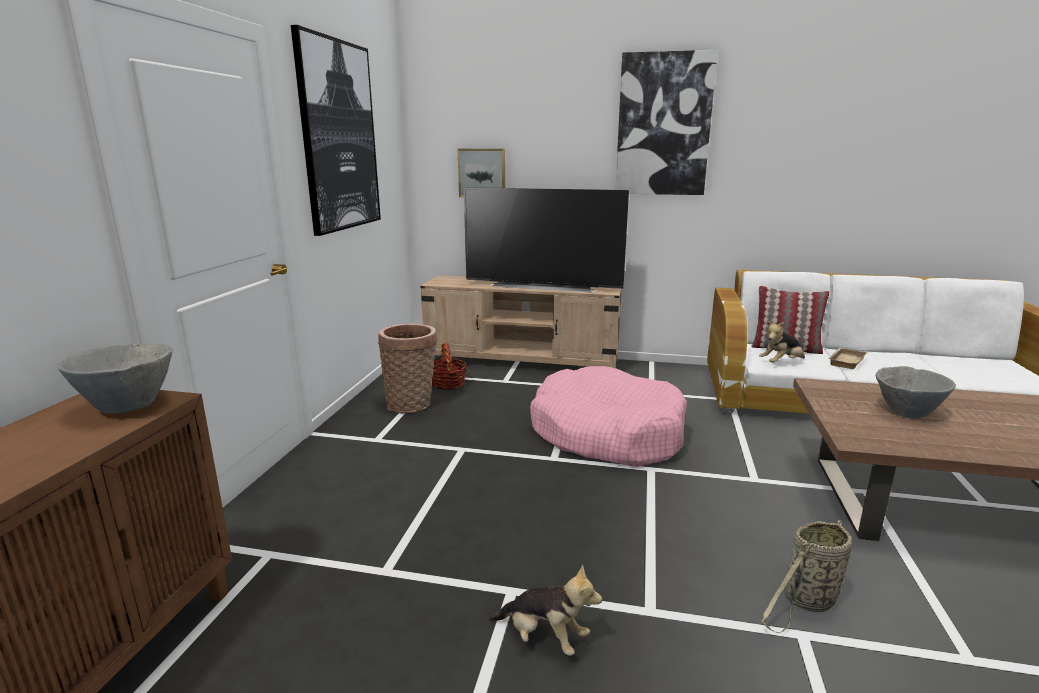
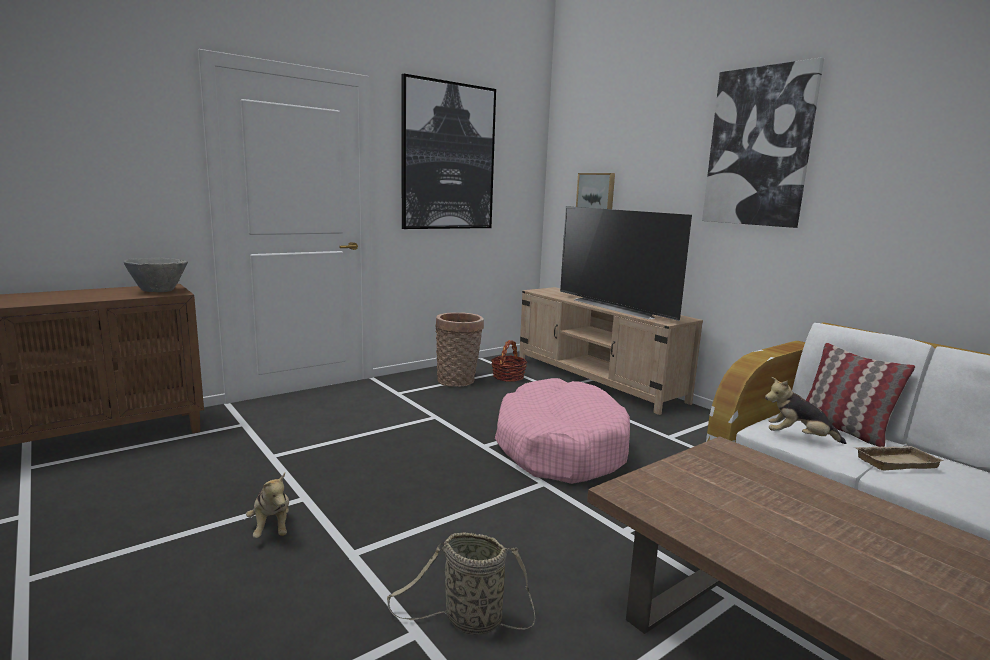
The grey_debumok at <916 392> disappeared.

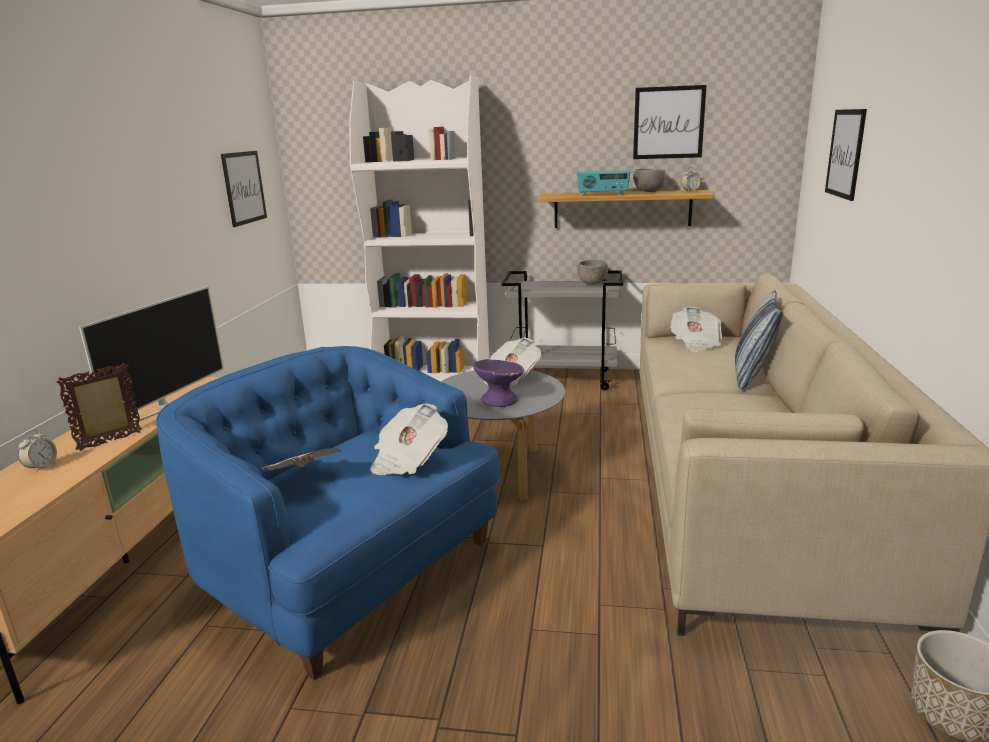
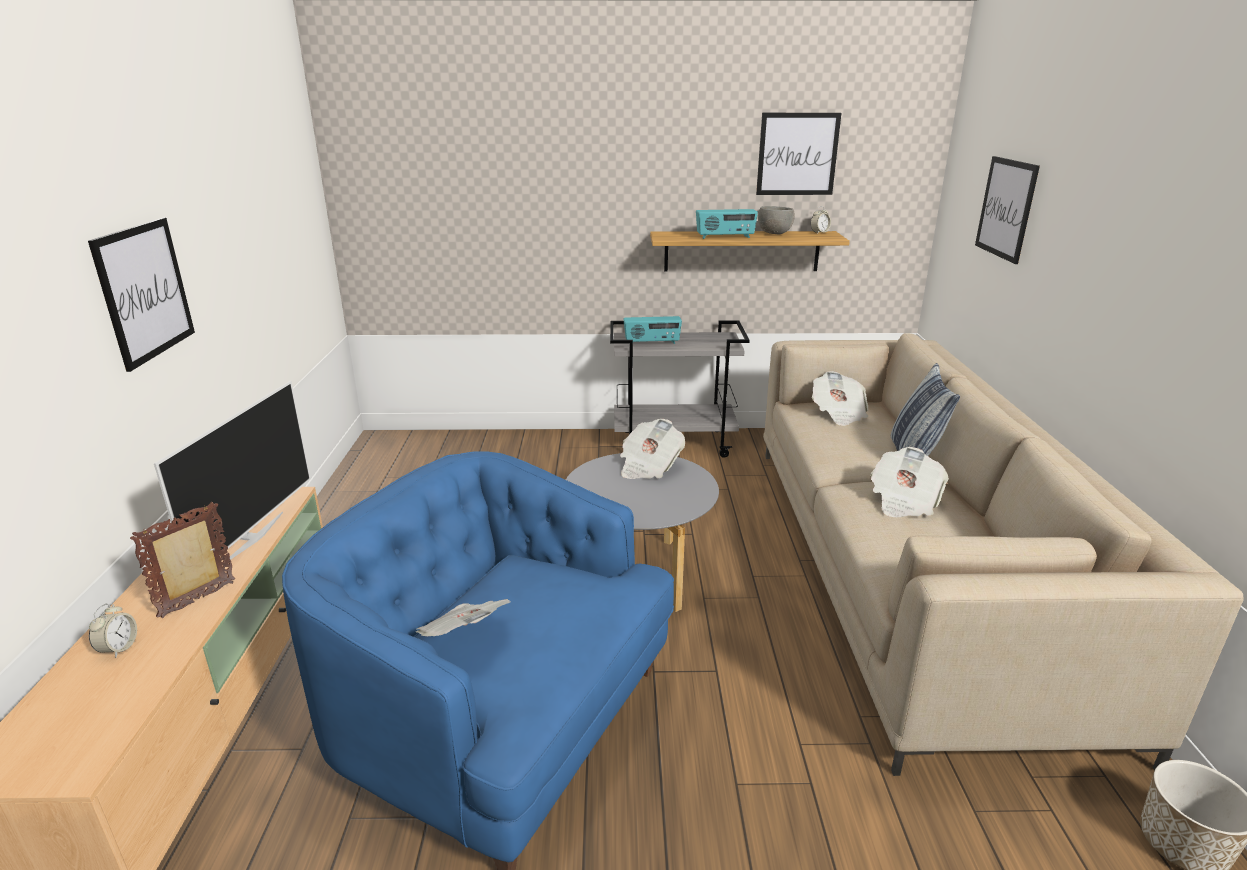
The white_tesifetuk at <419 228> disappeared.
The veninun moved from <244 189> to <141 295>.
The grey_debumok at <592 272> disappeared.
The purple_debumok at <498 383> disappeared.
The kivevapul moved from <409 439> to <909 482>.
The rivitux at <652 330> appeared.

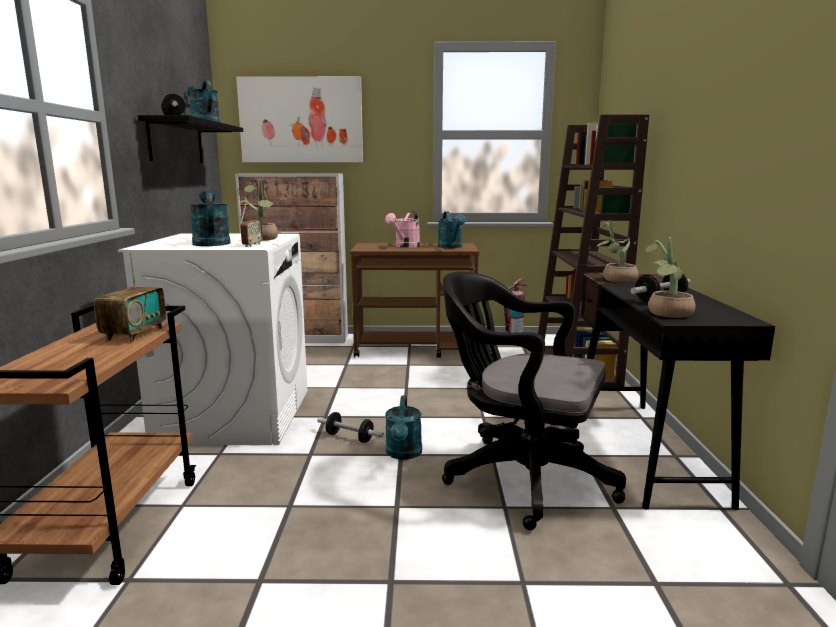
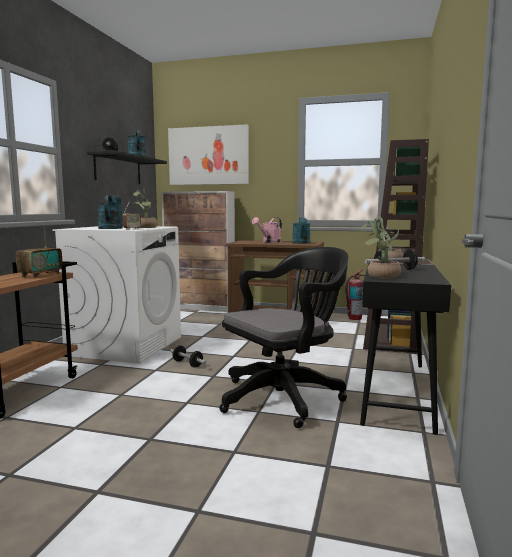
The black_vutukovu at <534 400> turned 105 degrees clockwise.
The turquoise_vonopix at <403 428> disappeared.

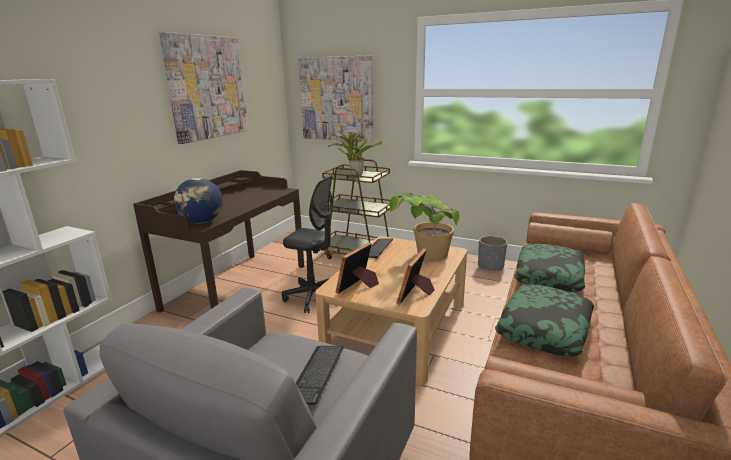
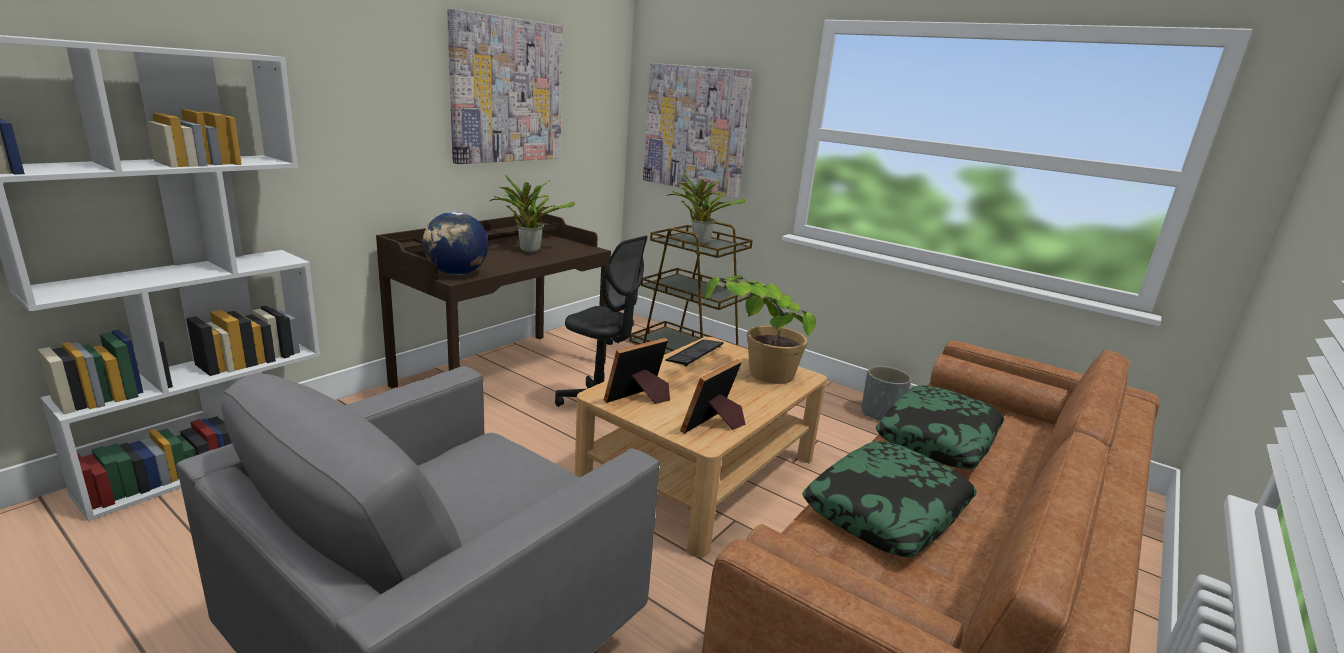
The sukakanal at <319 376> disappeared.
The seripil at <532 213> appeared.

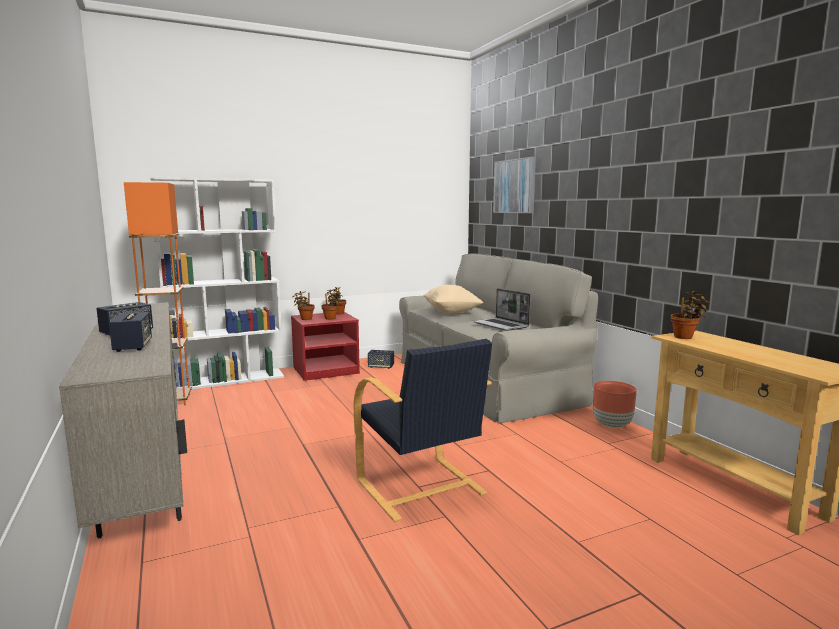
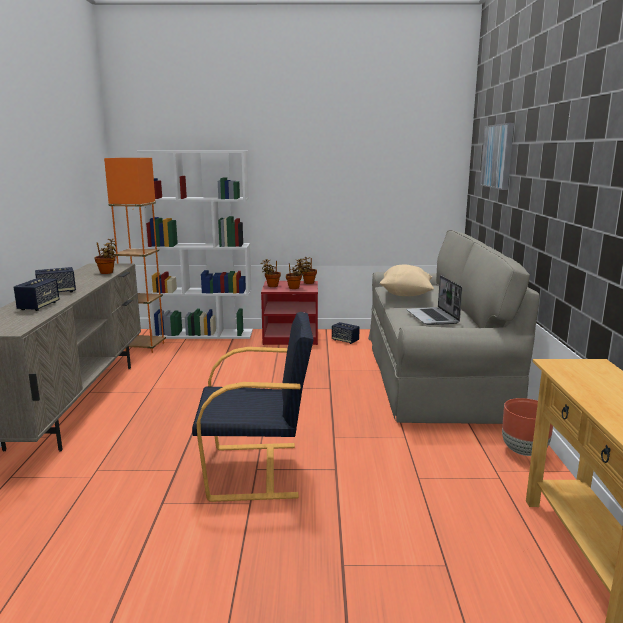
The seripil moved from <690 315> to <105 256>.
The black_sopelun at <422 430> turned 90 degrees counterclockwise.

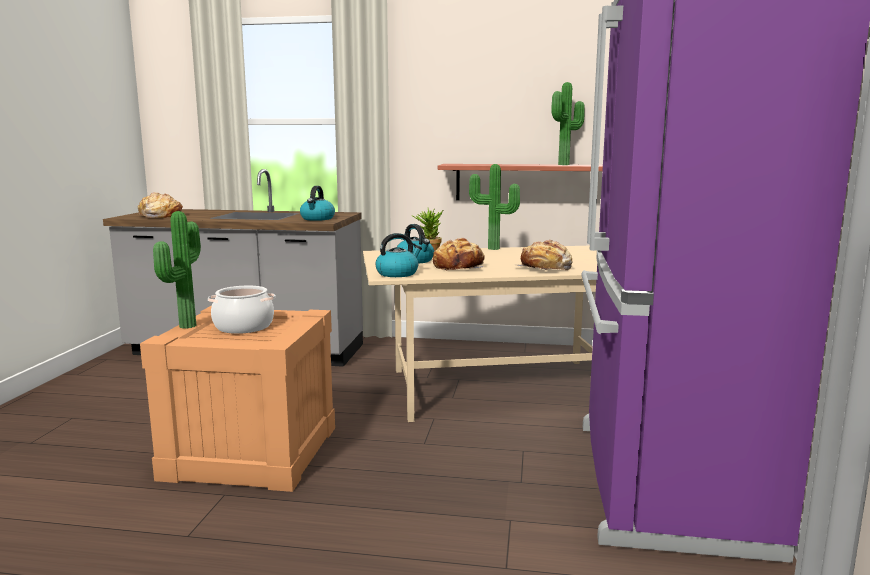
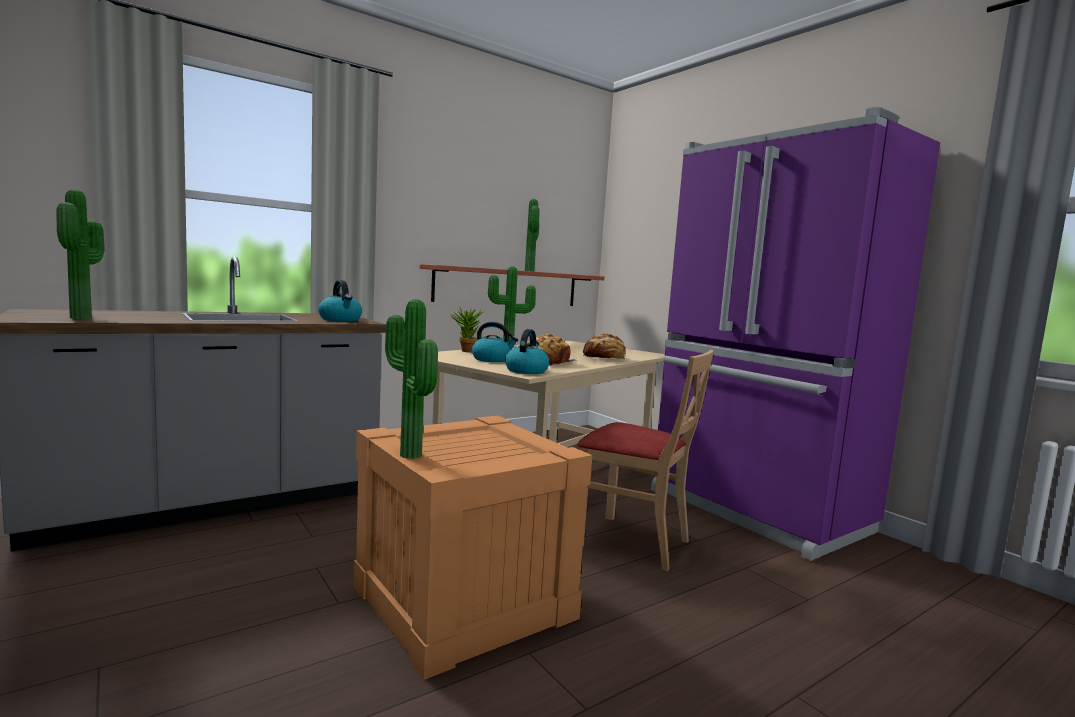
The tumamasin at <160 205> was replaced by the seripil at <80 254>.
The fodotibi at <242 310> disappeared.
The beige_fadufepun at <645 460> appeared.

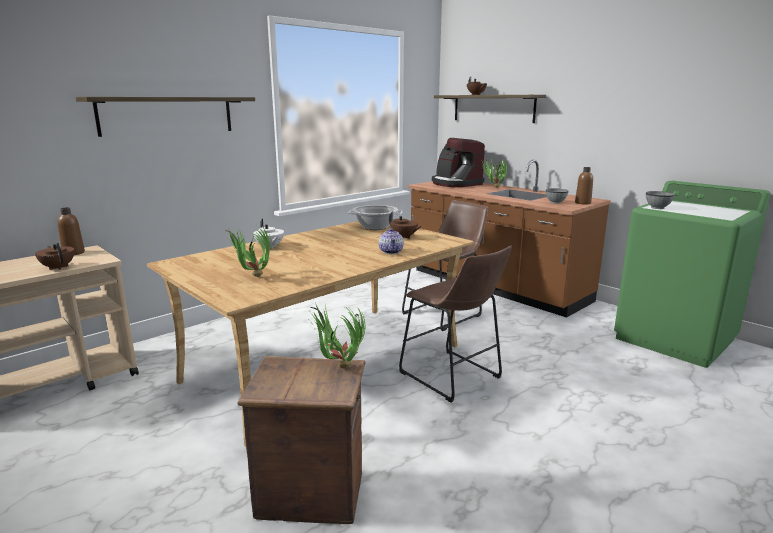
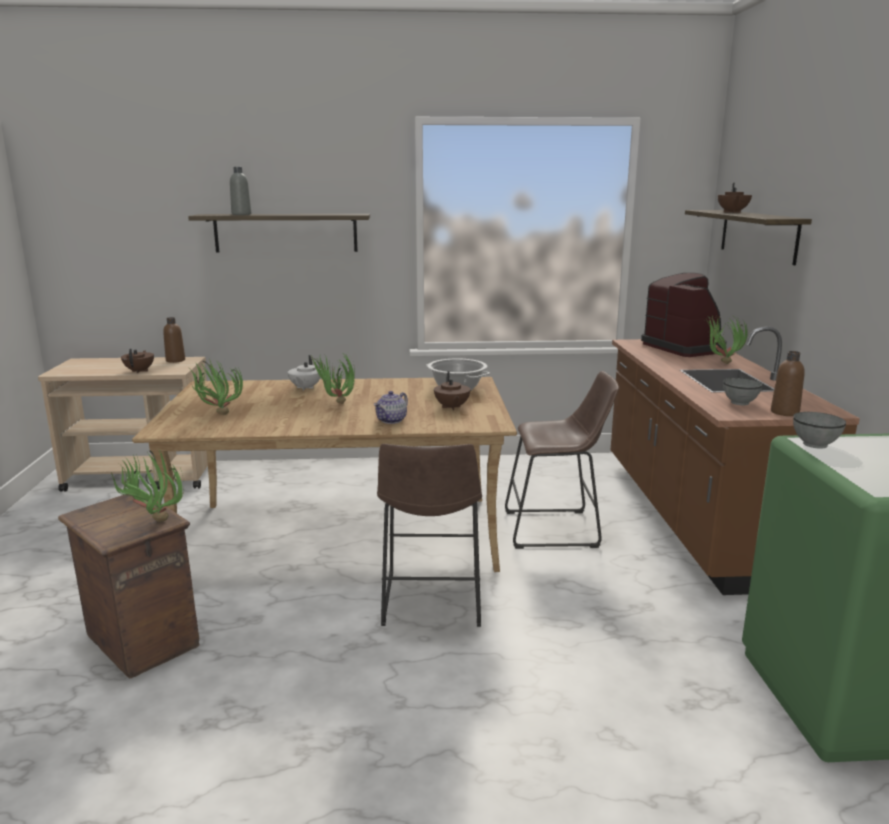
The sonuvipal at <458 162> turned 150 degrees clockwise.
The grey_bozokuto at <240 191> appeared.
The seripil at <332 379> appeared.

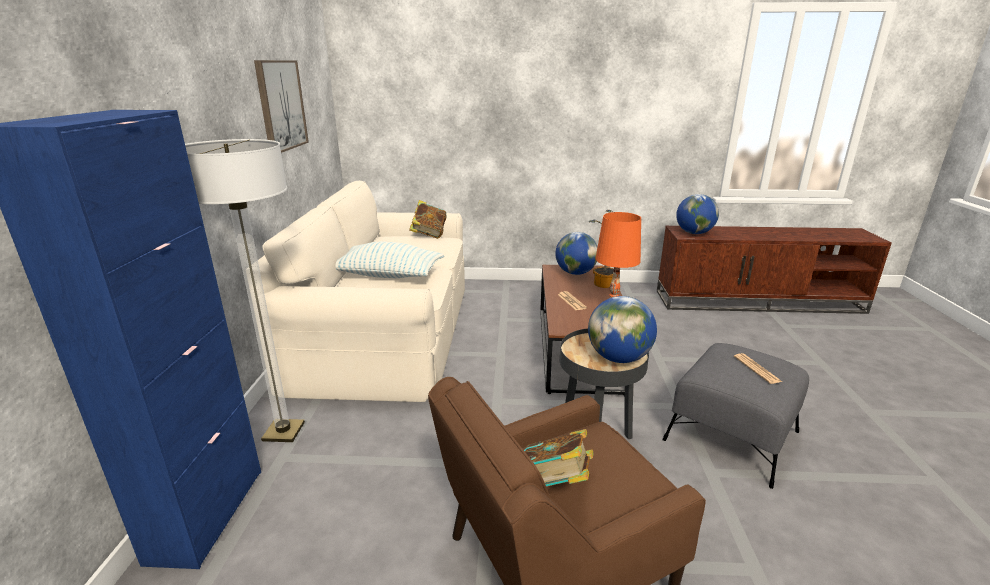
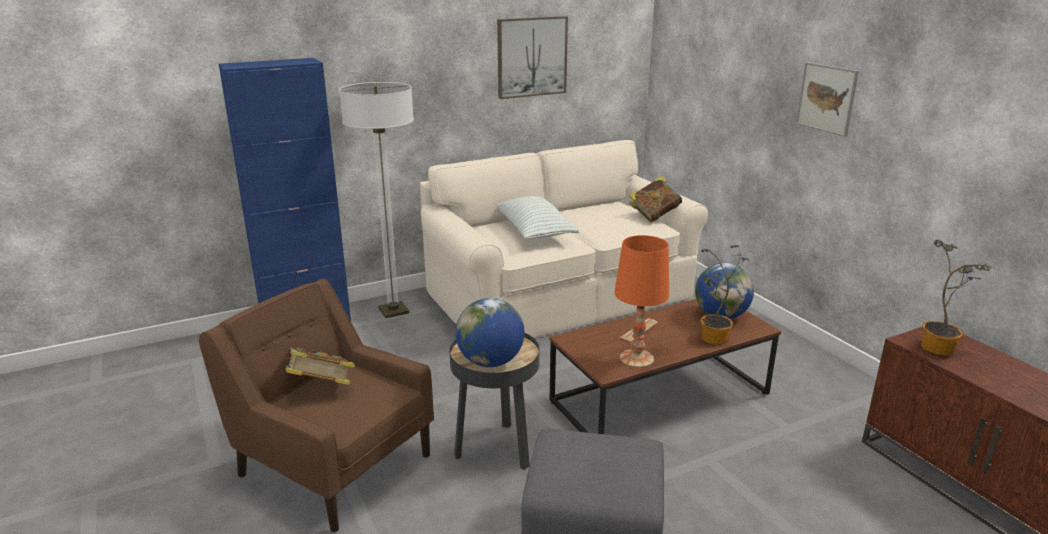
The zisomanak at <697 214> was replaced by the seripil at <956 298>.
The kivevapul at <758 368> disappeared.
The veninun at <827 99> appeared.

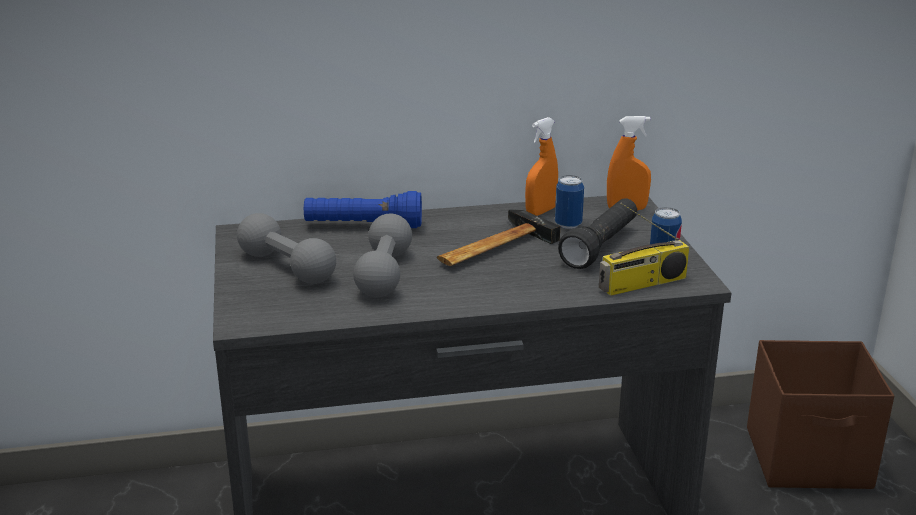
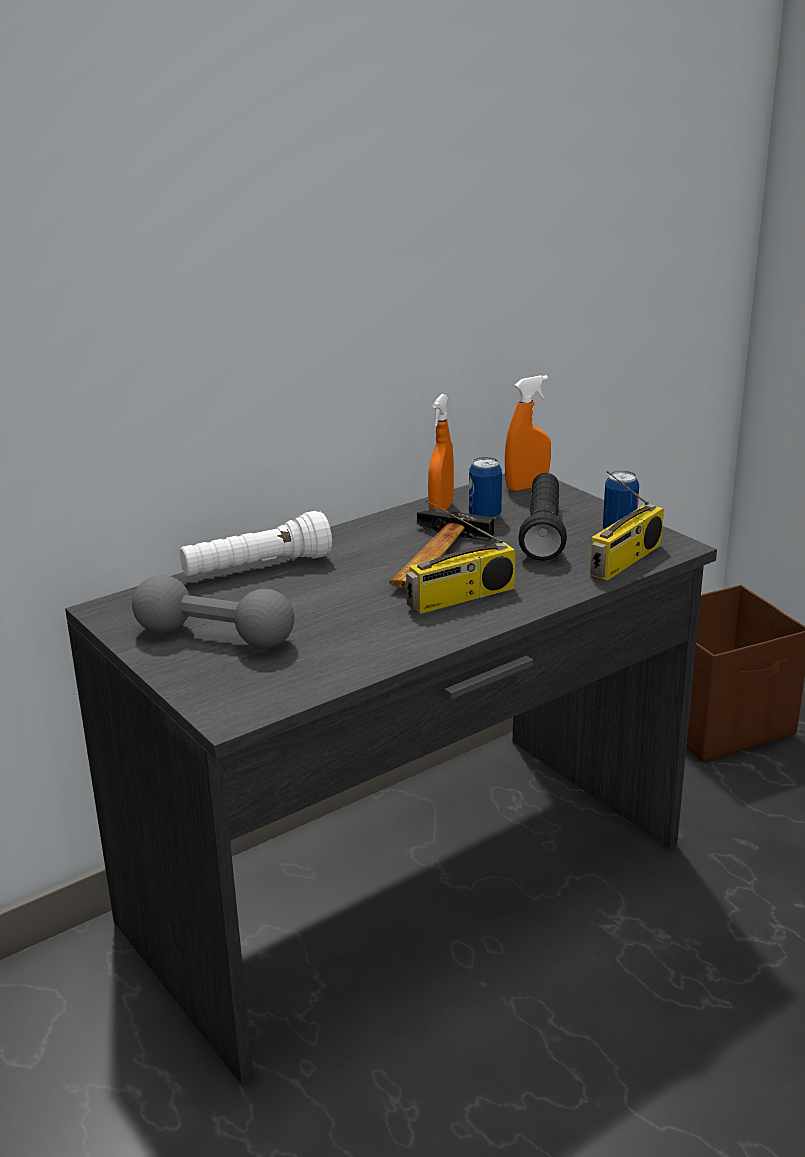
The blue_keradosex at <363 209> became the white_keradosex at <256 543>.
The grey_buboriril at <382 255> disappeared.
The rivitux at <460 557> appeared.

